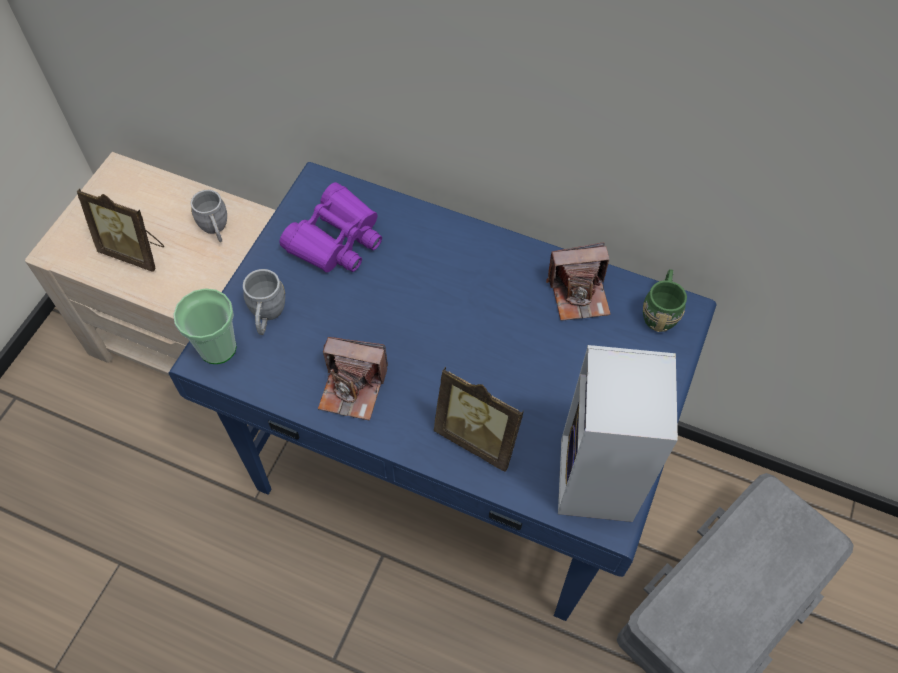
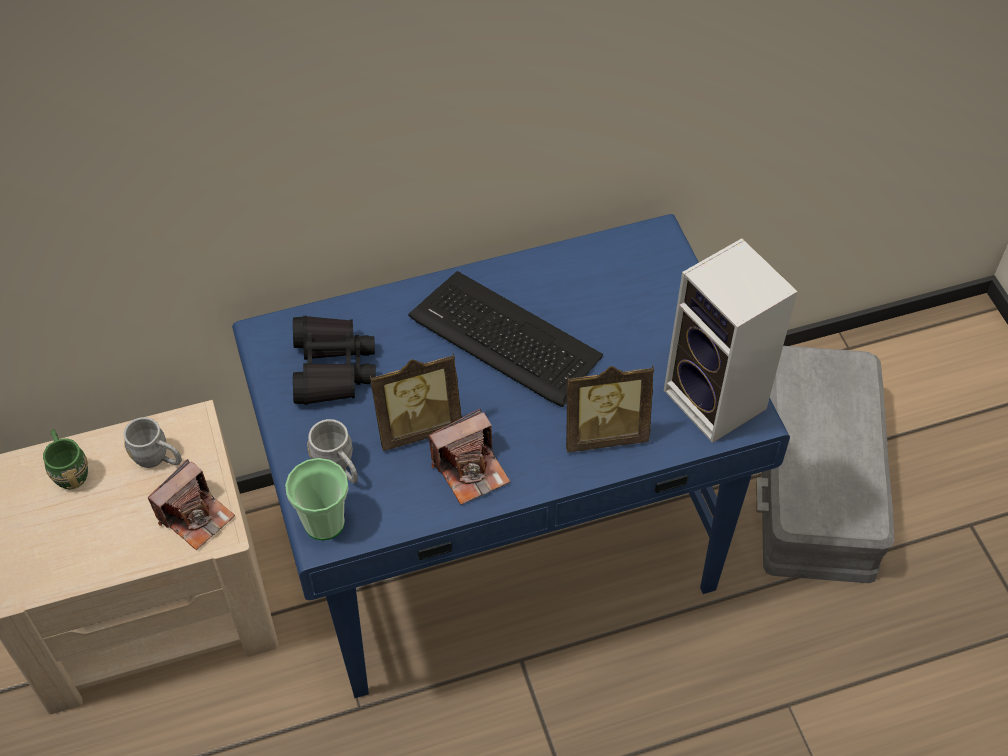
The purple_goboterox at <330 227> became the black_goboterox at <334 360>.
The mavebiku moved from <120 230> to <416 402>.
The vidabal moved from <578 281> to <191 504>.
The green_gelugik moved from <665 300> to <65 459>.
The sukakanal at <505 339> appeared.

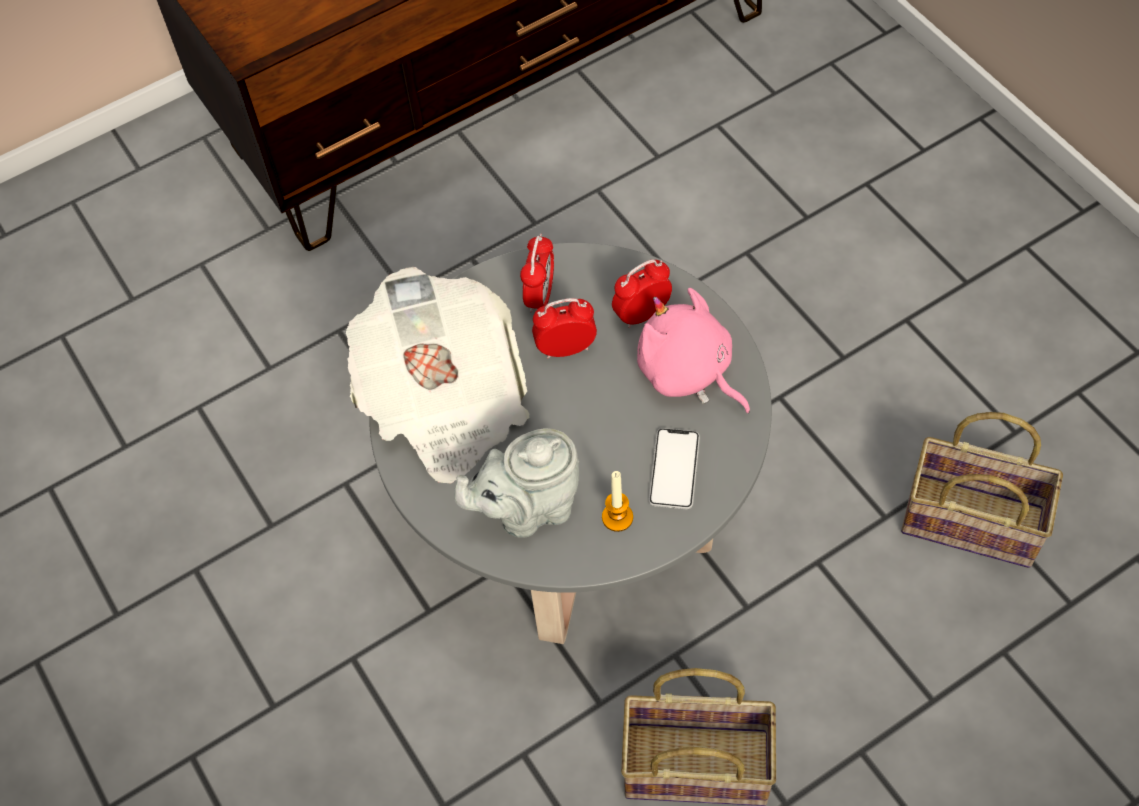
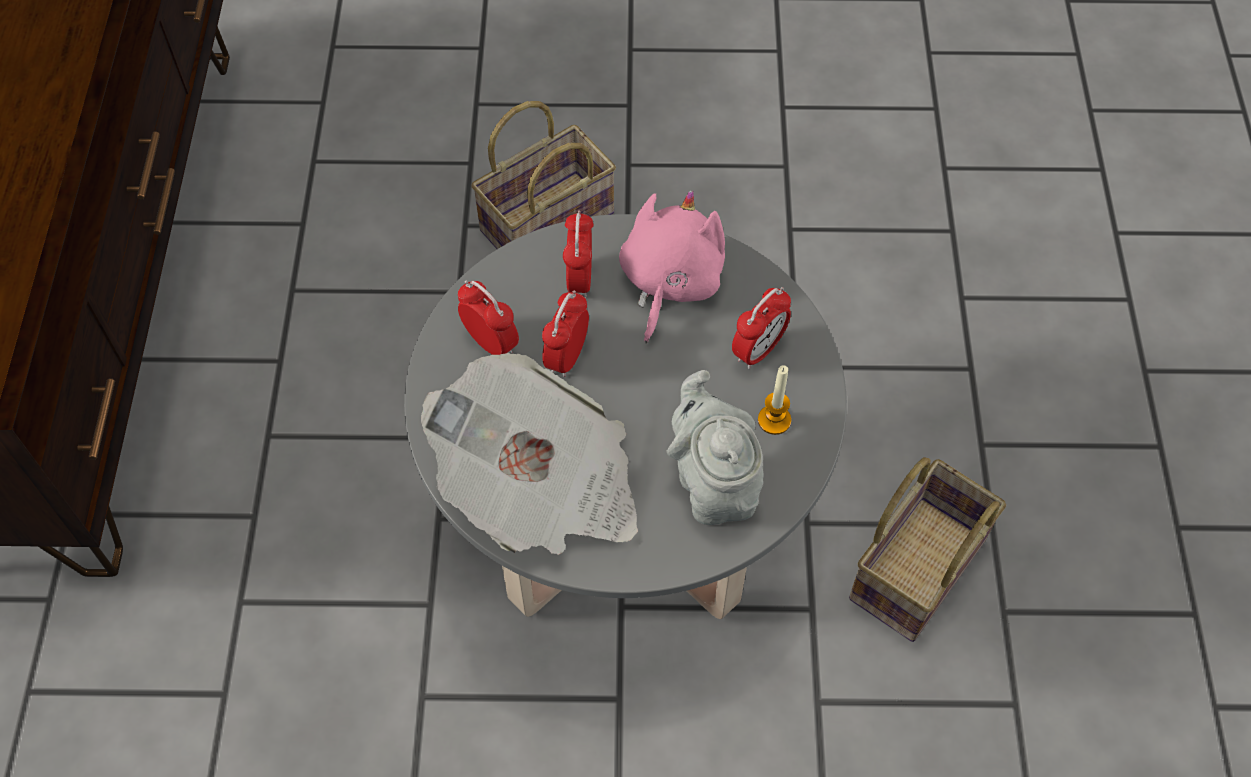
The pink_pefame at <693 350> turned 120 degrees clockwise.
The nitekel moved from <982 490> to <543 175>.
The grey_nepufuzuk at <516 483> turned 150 degrees clockwise.
The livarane at <674 468> was replaced by the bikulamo at <761 328>.

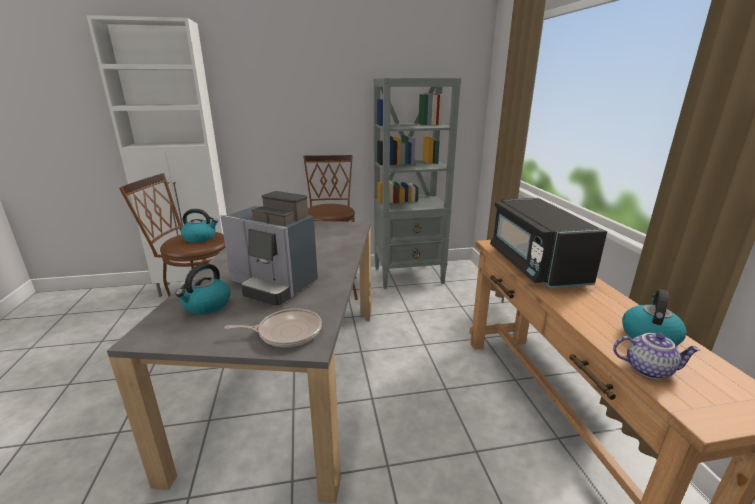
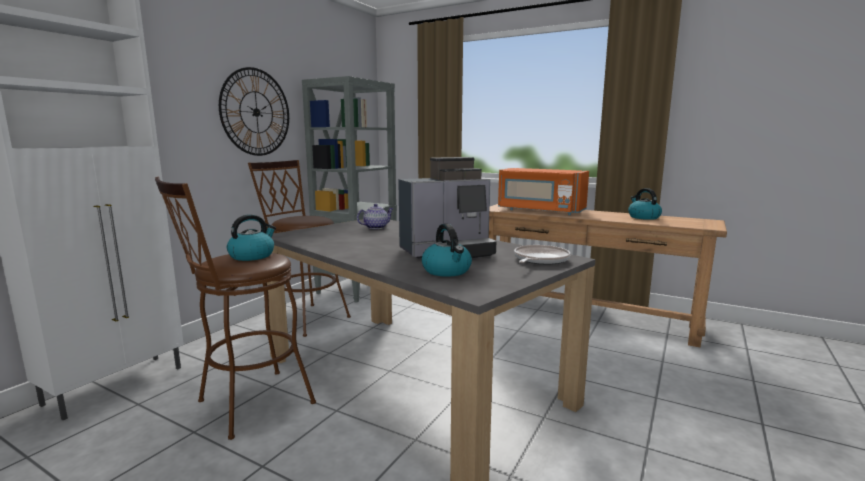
The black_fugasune at <548 243> became the orange_fugasune at <543 191>.
The nepufuzuk moved from <657 356> to <375 216>.
The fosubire at <254 111> appeared.

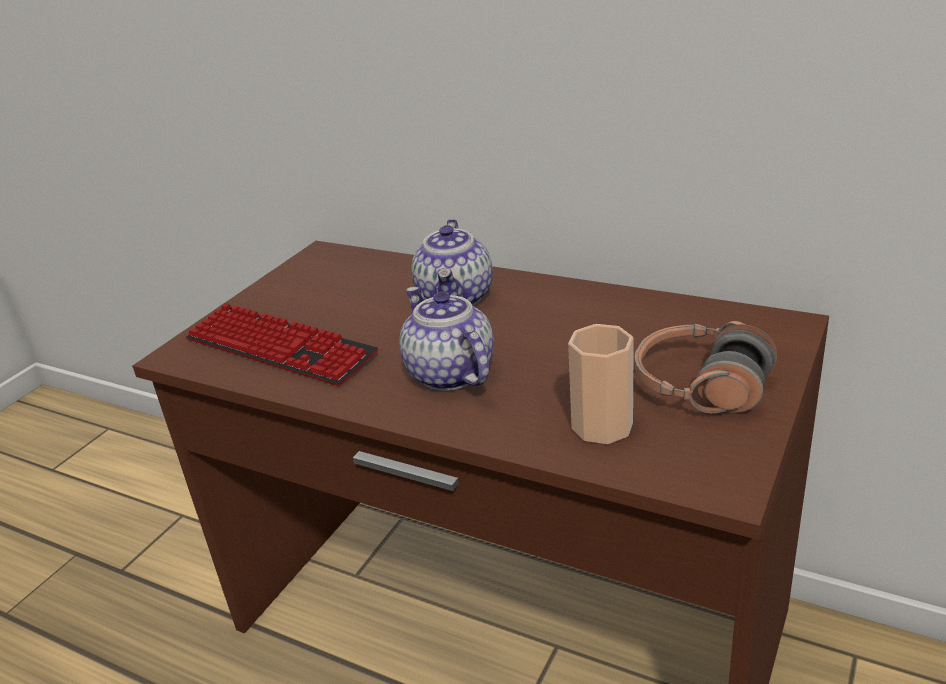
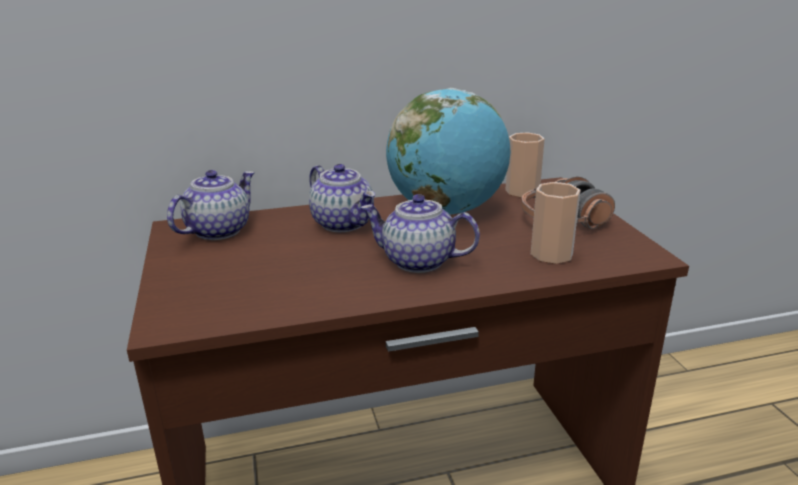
The sukakanal at <282 344> disappeared.
The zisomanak at <448 151> appeared.
The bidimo at <525 165> appeared.
The nepufuzuk at <211 205> appeared.

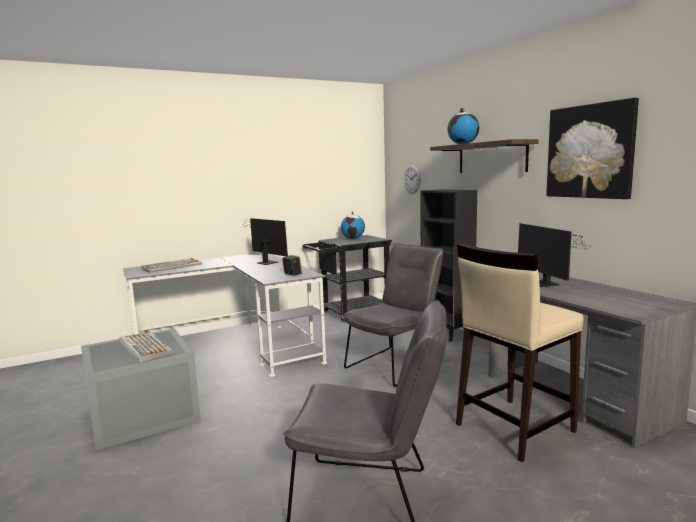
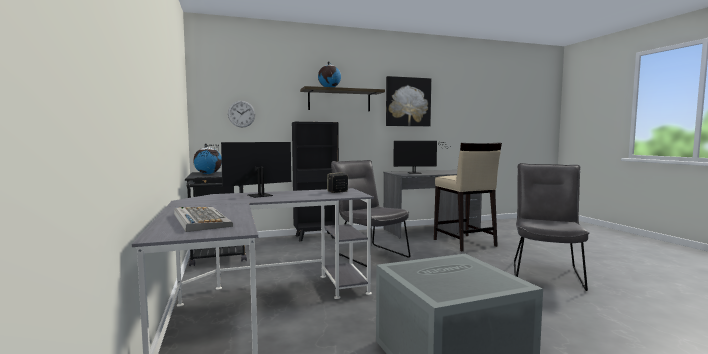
The sukakanal at <147 347> disappeared.

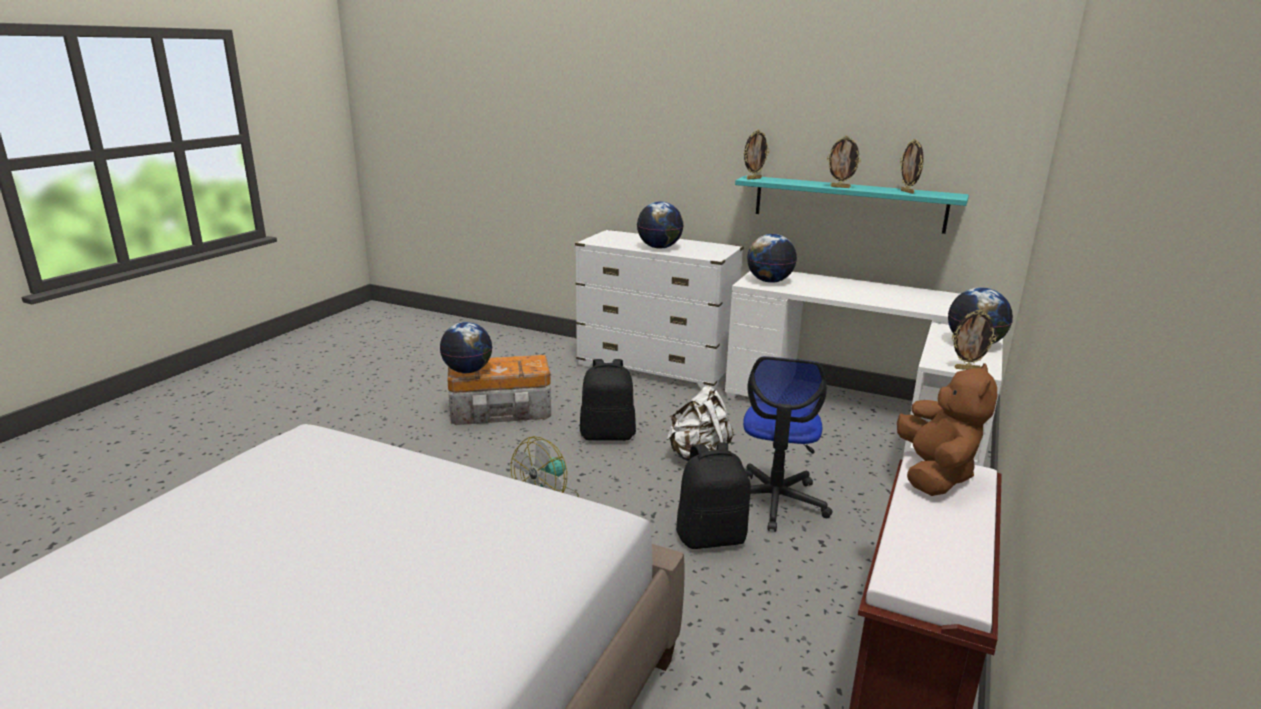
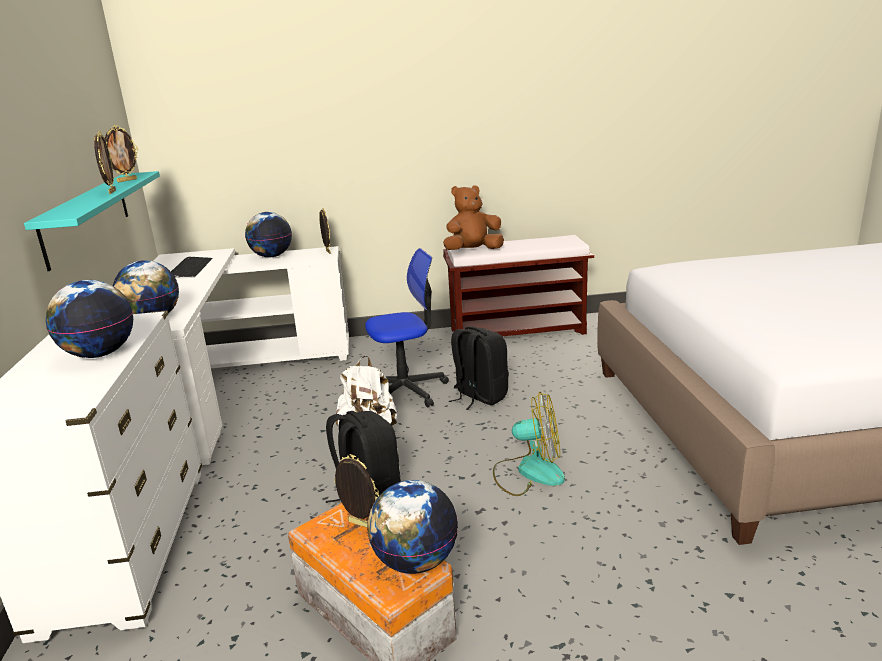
The mavebiku moved from <756 154> to <356 491>.
The sukakanal at <191 267> appeared.

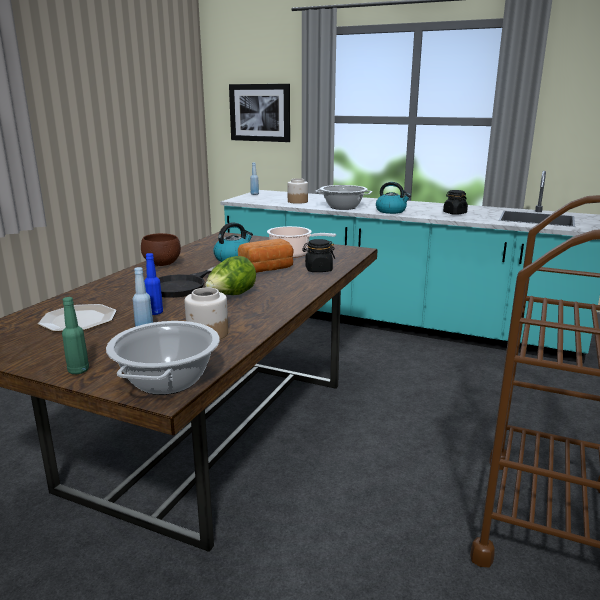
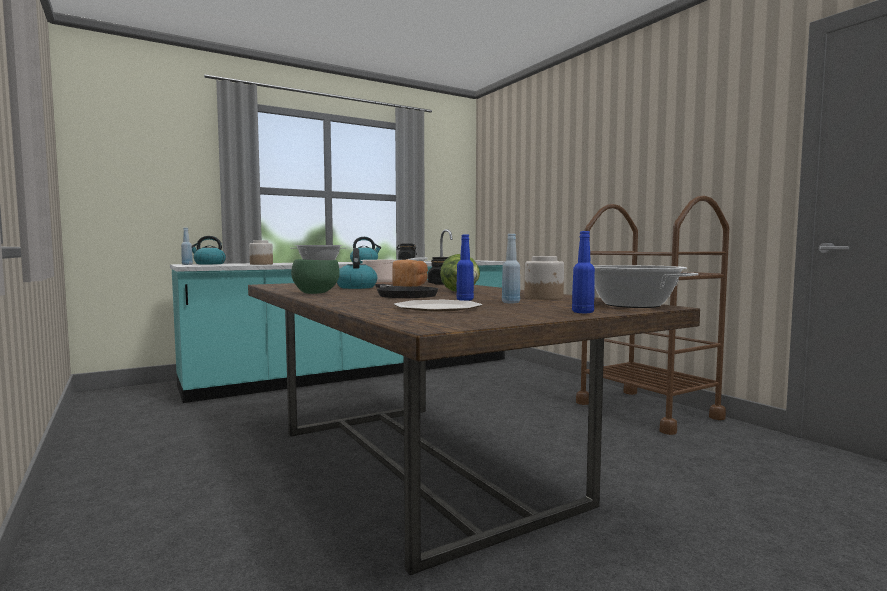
The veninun at <259 113> disappeared.
The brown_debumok at <161 249> became the green_debumok at <315 276>.
The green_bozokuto at <75 335> became the blue_bozokuto at <583 272>.
The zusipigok at <209 250> appeared.

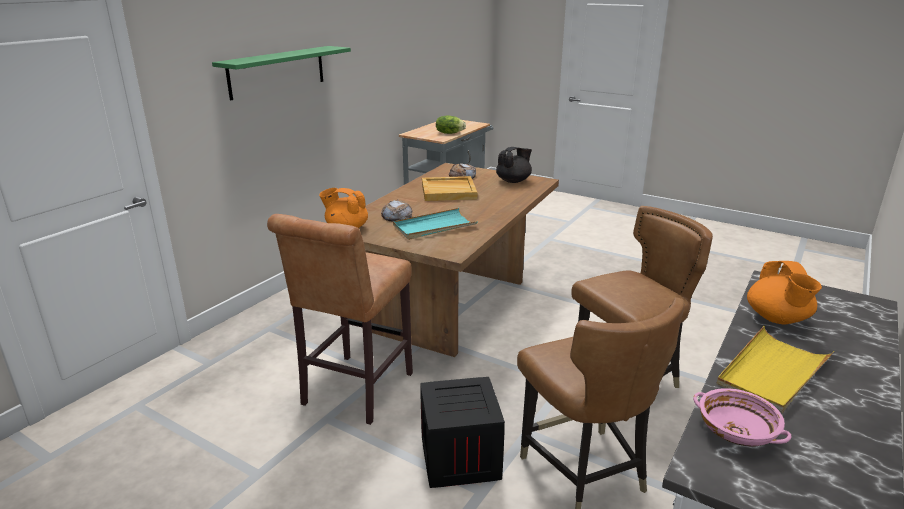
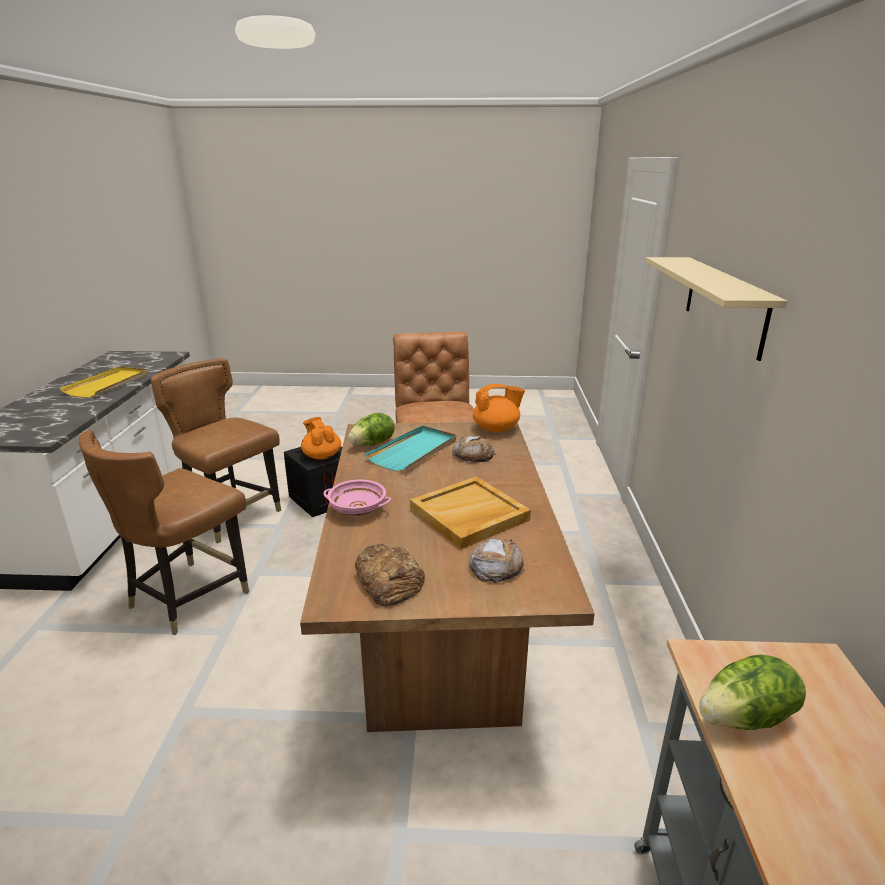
The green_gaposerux at <281 73> became the beige_gaposerux at <716 309>.
The black_nepufuzuk at <514 165> was replaced by the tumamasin at <390 575>.
The orange_nepufuzuk moved from <784 292> to <321 438>.
The pink_debumok moved from <742 417> to <357 498>.
The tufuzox at <371 429> appeared.

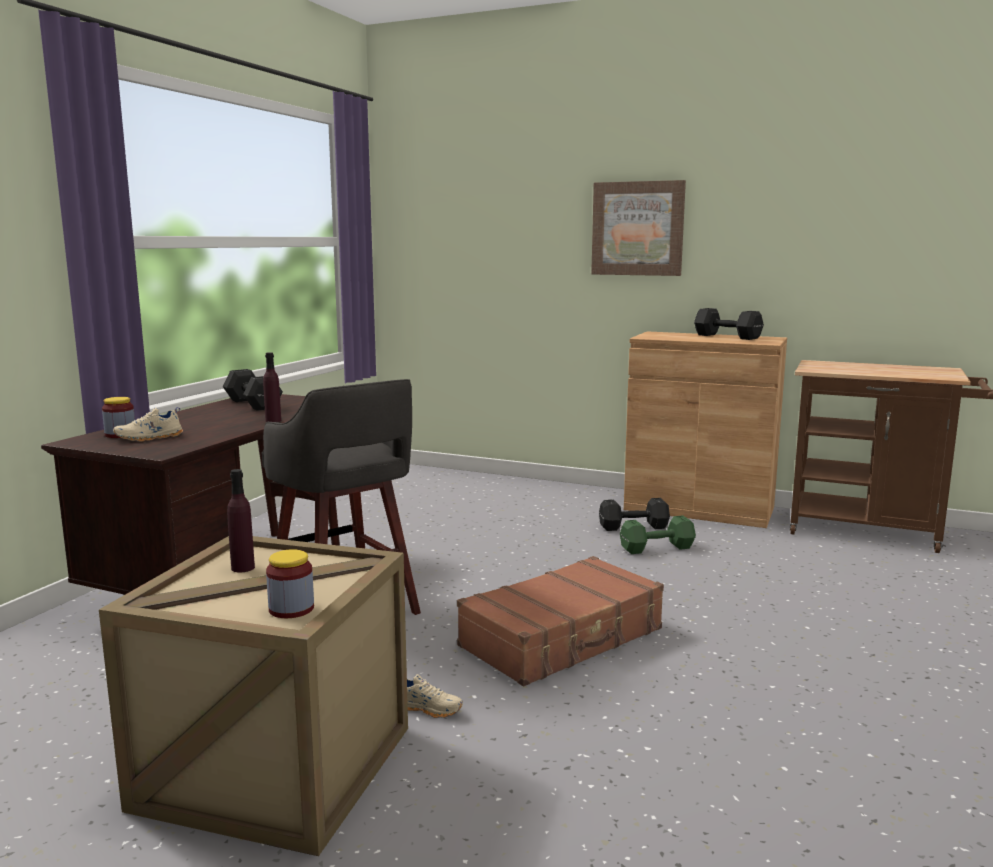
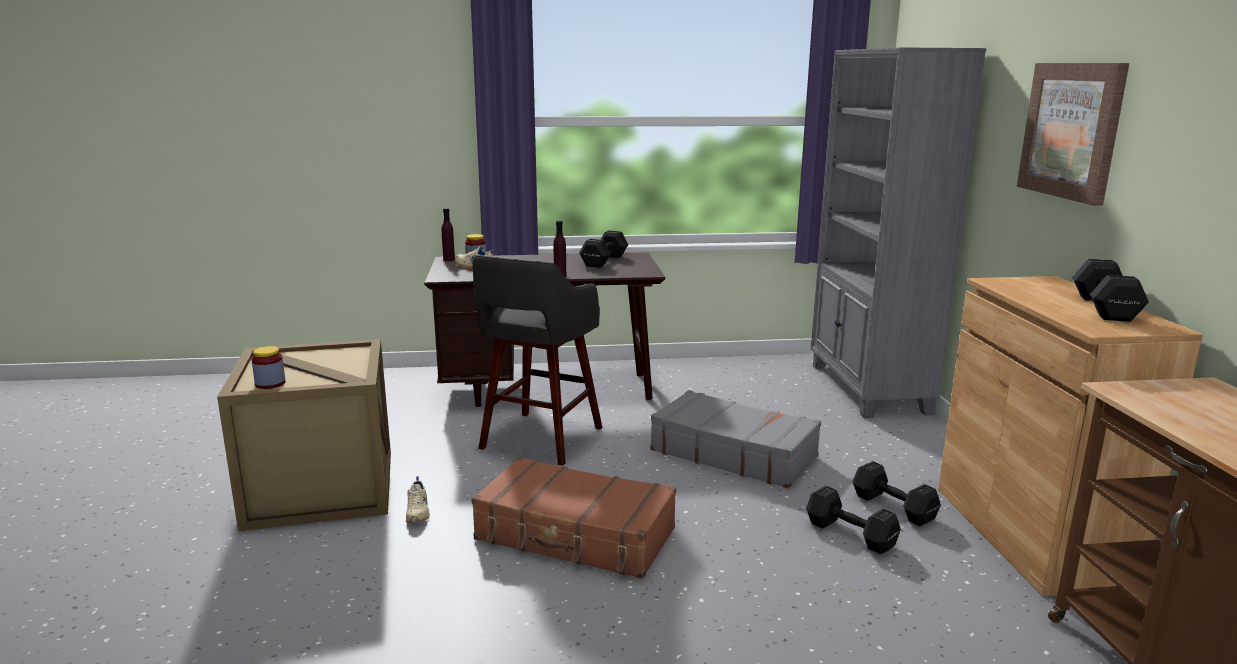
The purple_bozokuto moved from <241 520> to <448 234>.
The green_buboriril at <658 534> became the black_buboriril at <853 520>.
The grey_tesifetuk at <898 232> appeared.
The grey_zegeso at <735 439> appeared.

